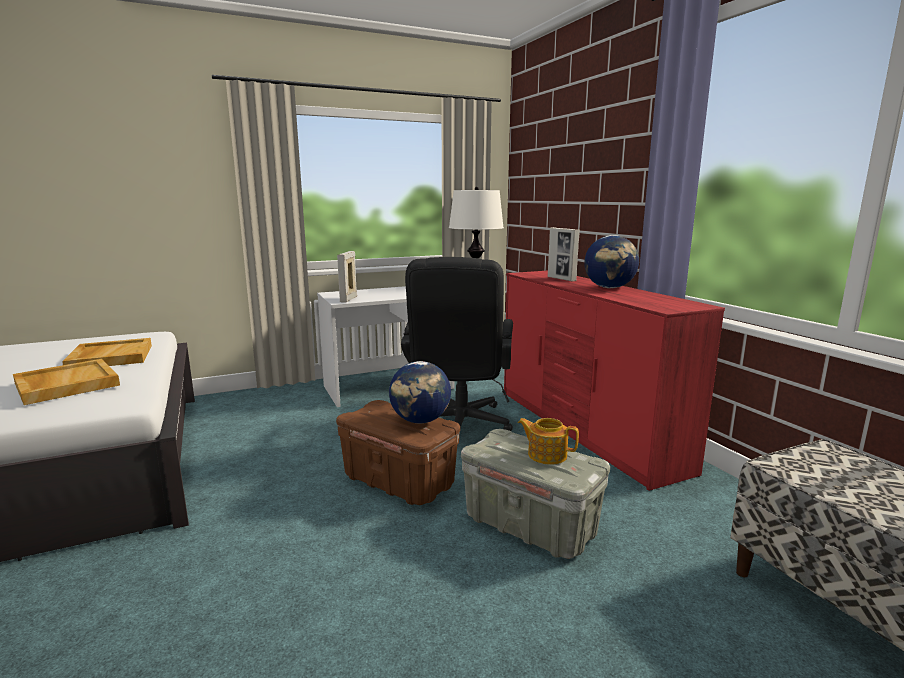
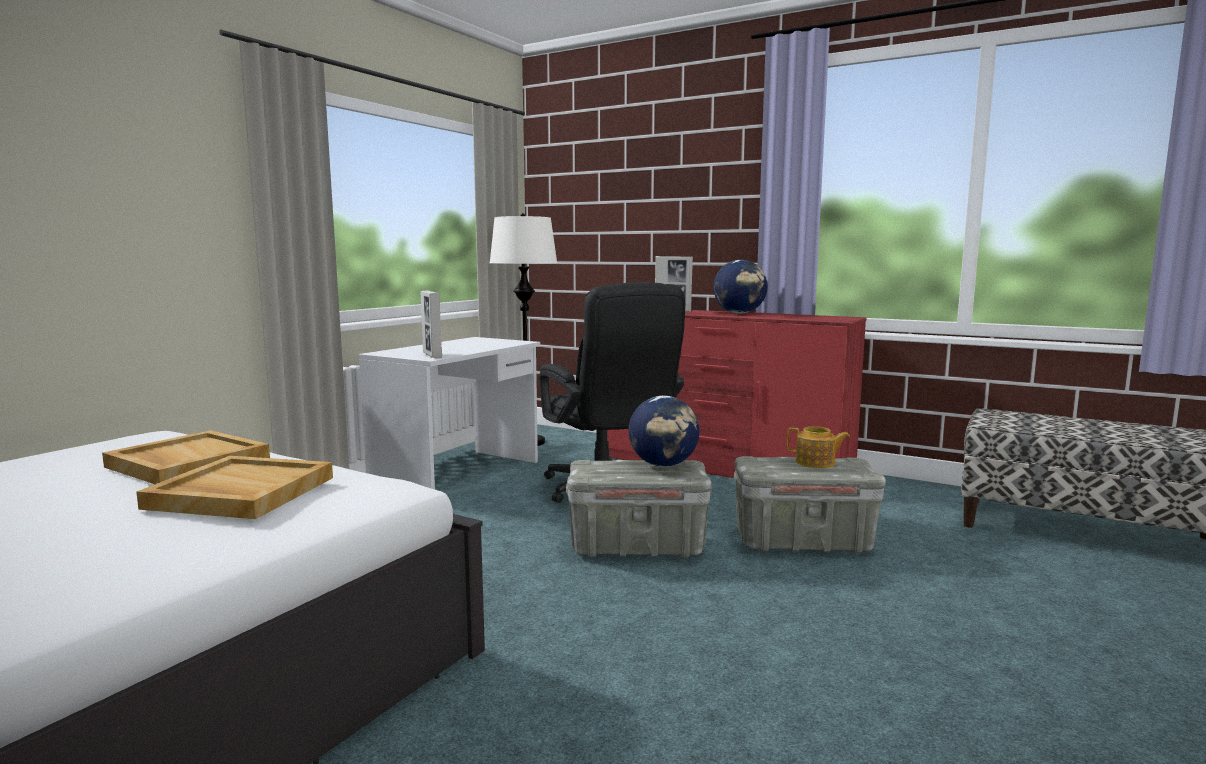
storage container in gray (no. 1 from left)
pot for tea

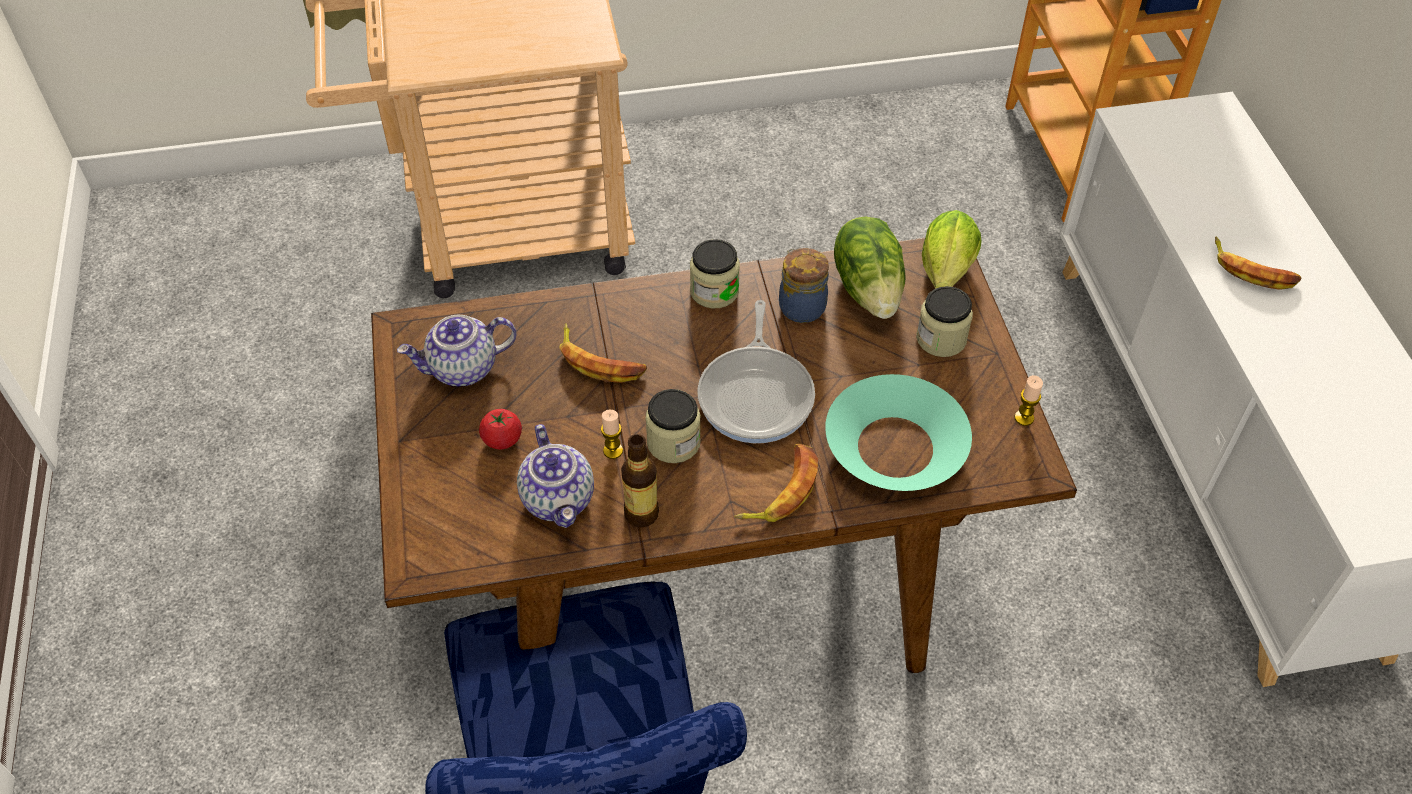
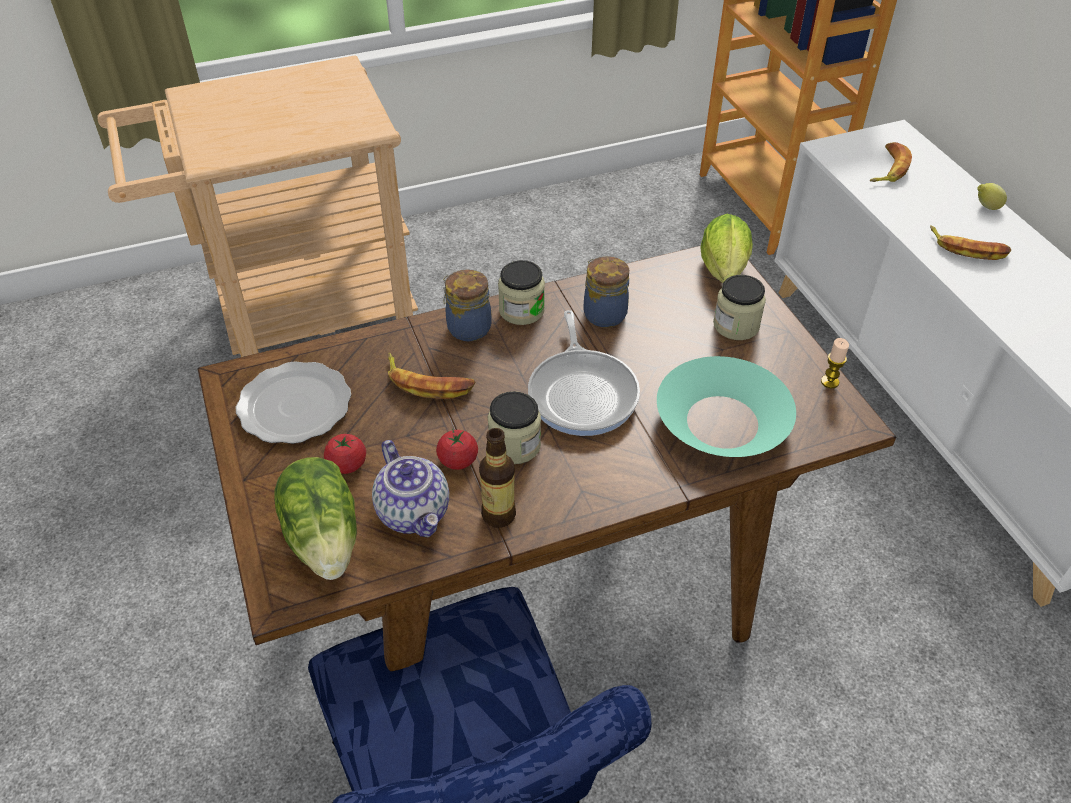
lettuce (no. 1 from left)
plate
tomato (no. 2 from left)
banana fruit (no. 2 from left)
lemon
storage jar (no. 1 from left)

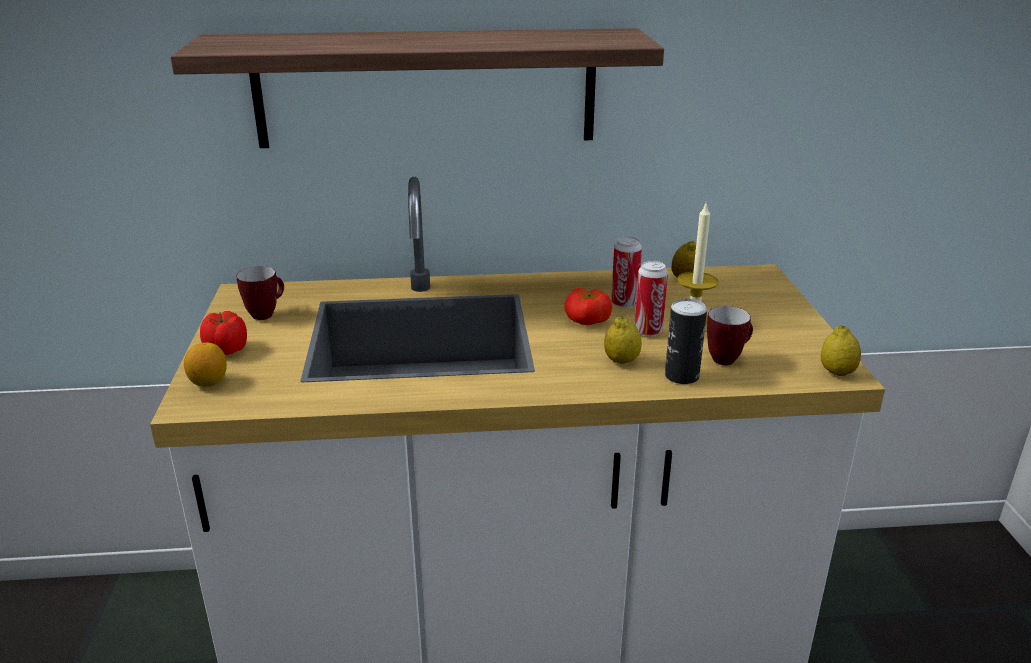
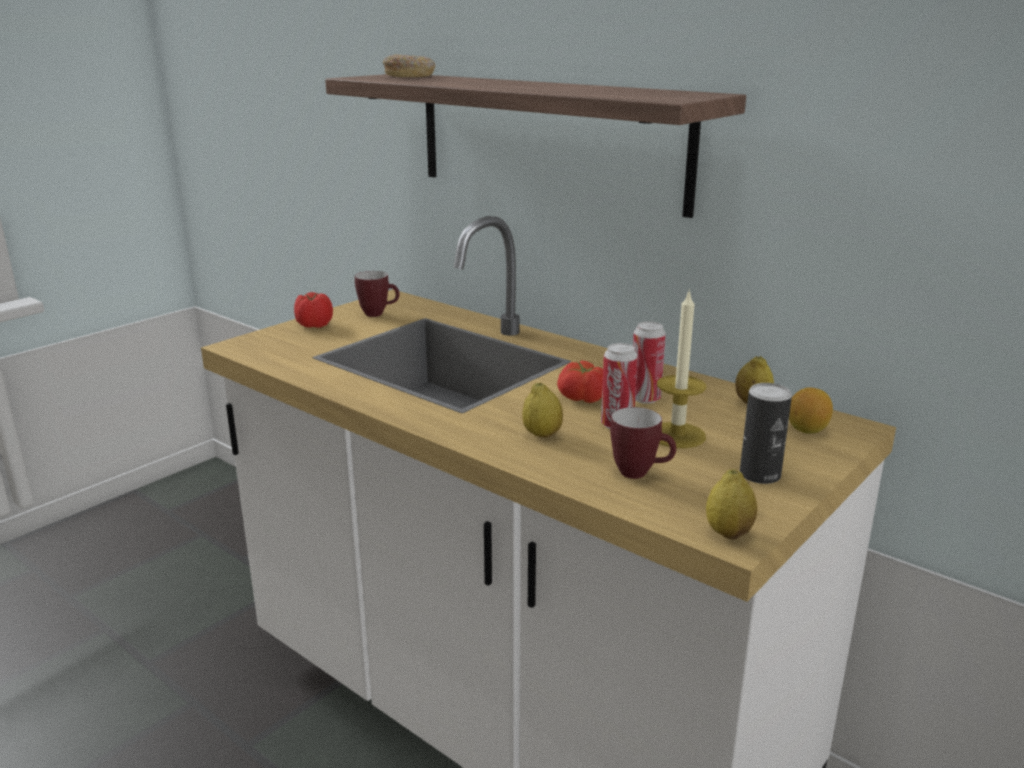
metal can (no. 3 from left)
lemon (no. 4 from left)
doughnut

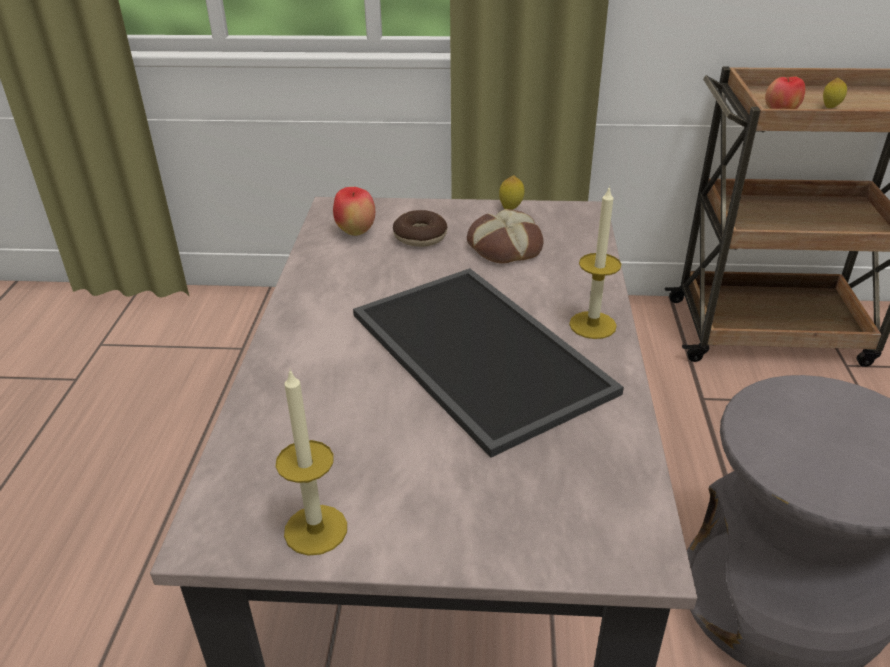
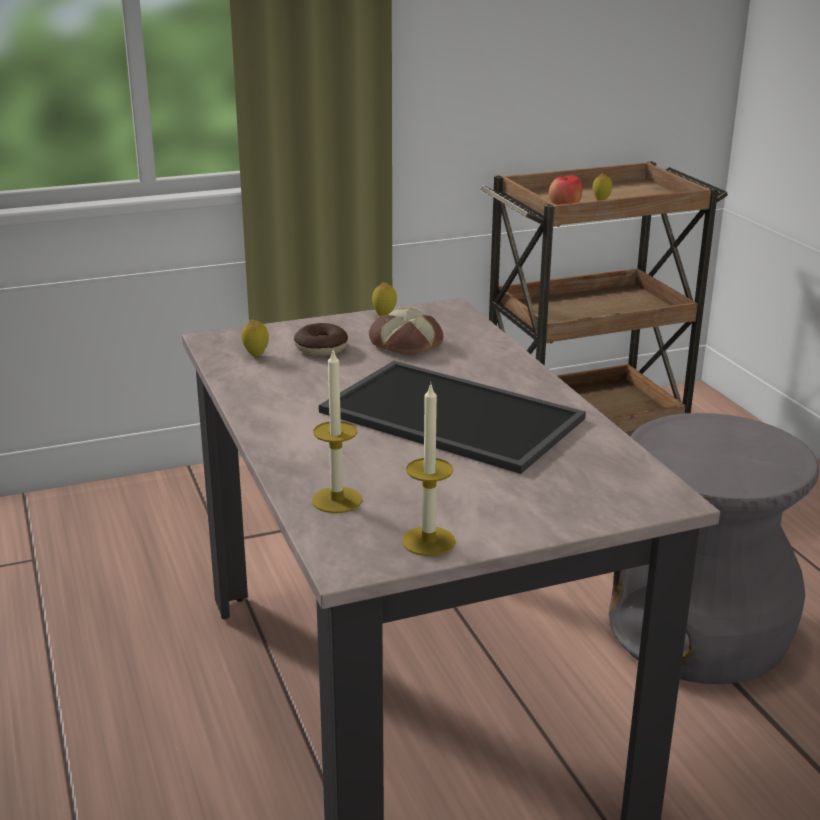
candle (no. 1 from left)
lemon (no. 1 from left)

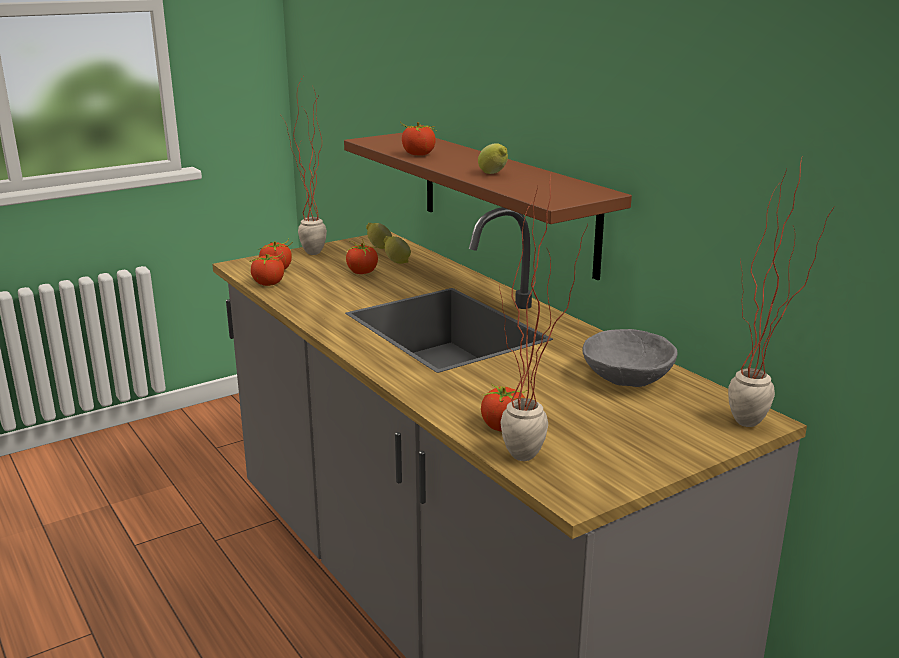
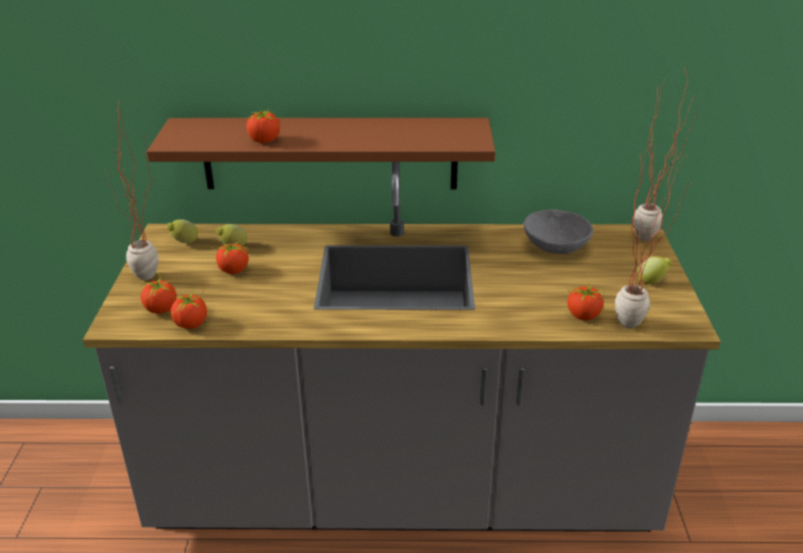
lemon (no. 3 from left)

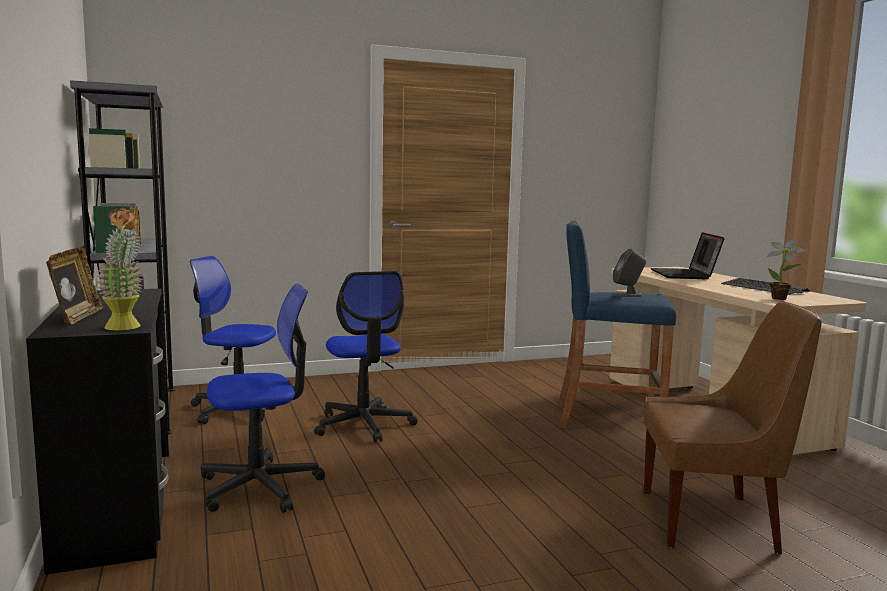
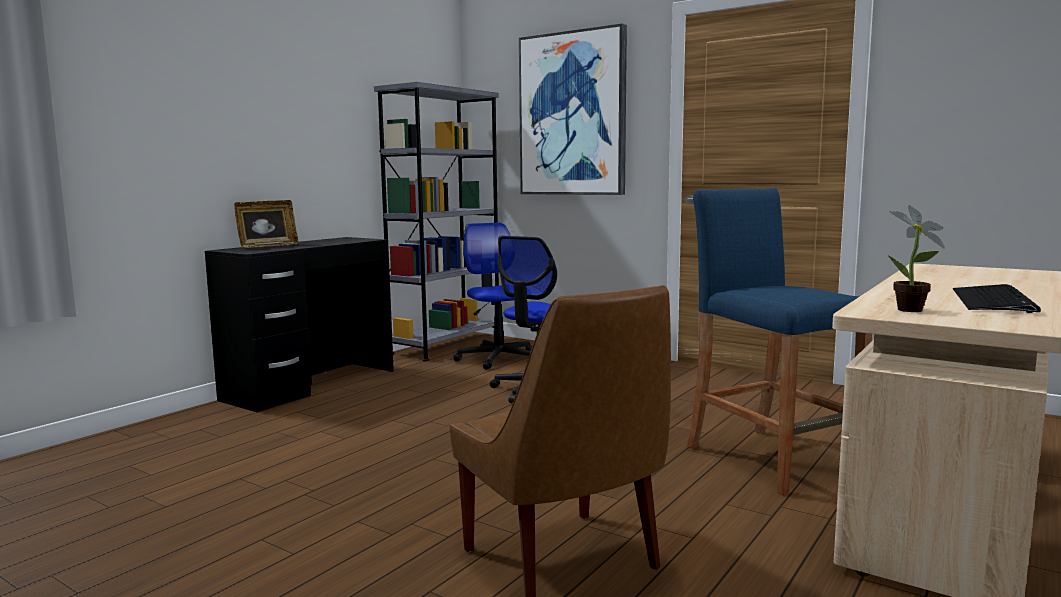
plant in a pot (no. 1 from left in the first image)
portable computer
speaker in gray
desk chair (no. 2 from left in the first image)
wall picture

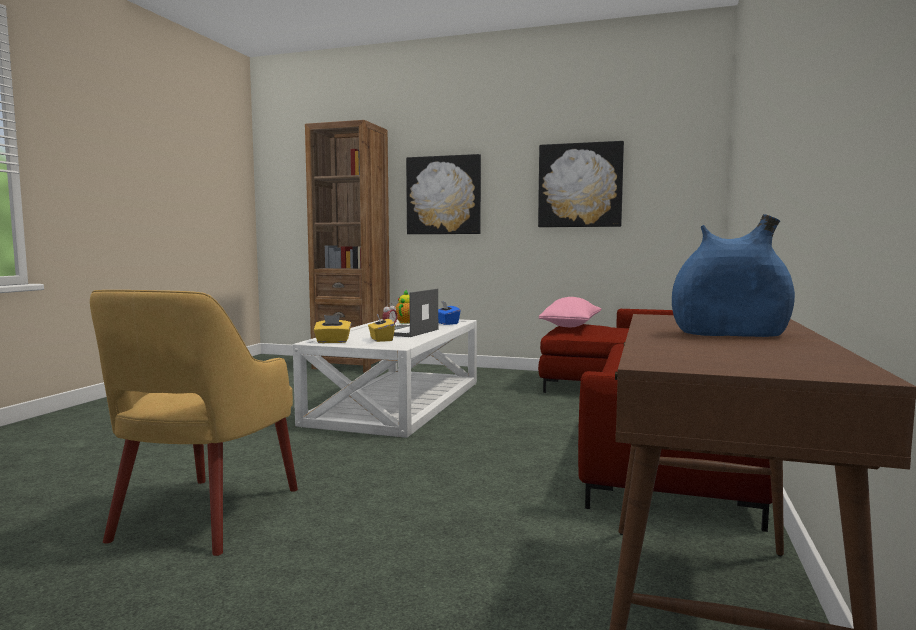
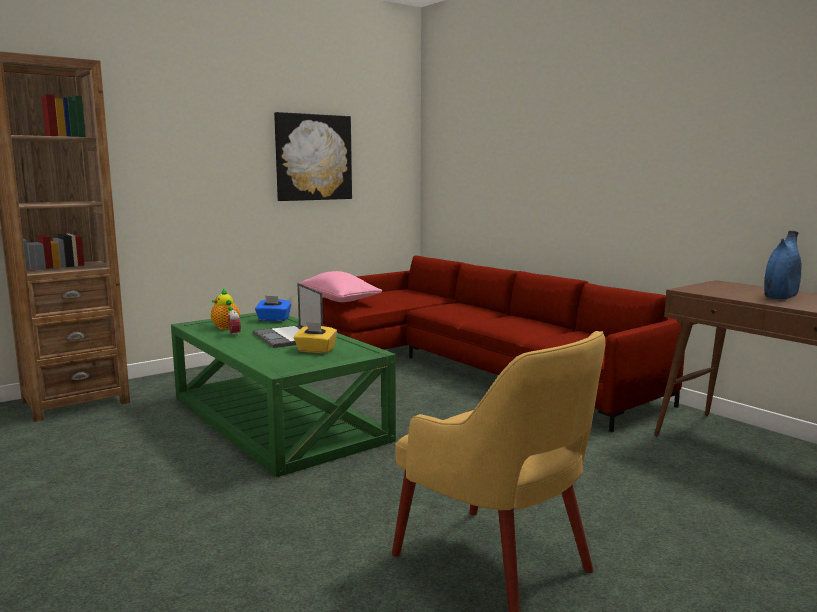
wall picture (no. 1 from left in the first image)
tissue box in yellowish (no. 1 from left in the first image)
coffee table in green-coloured

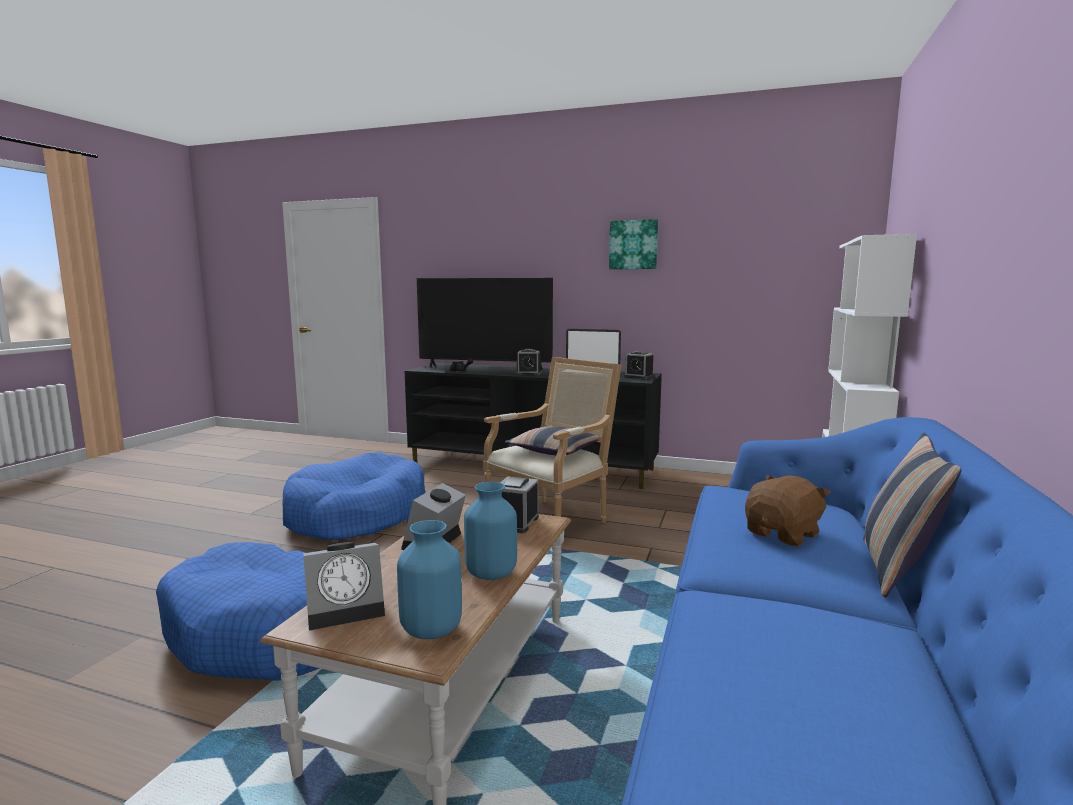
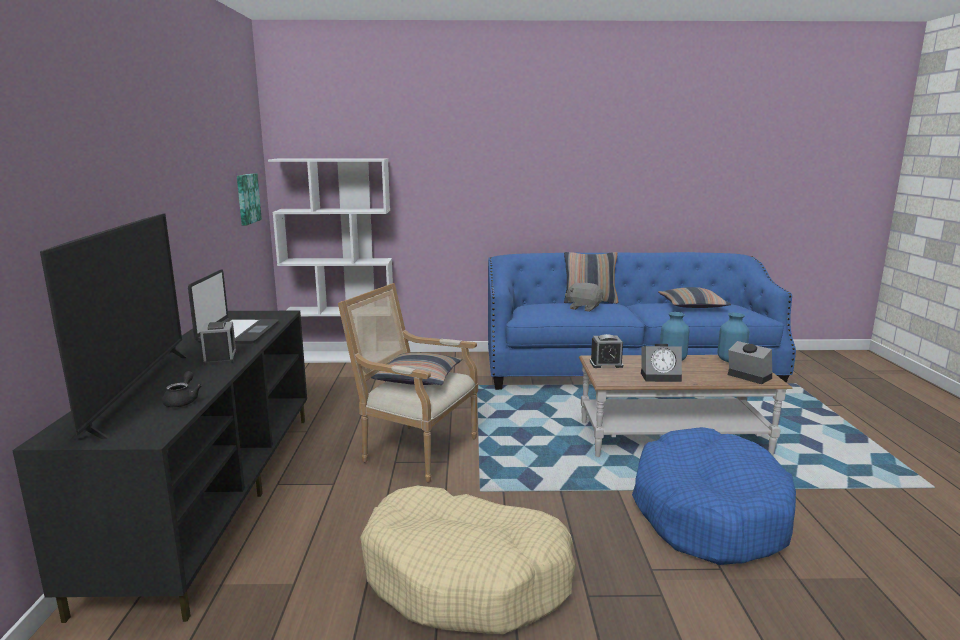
wall picture
bedside clock (no. 5 from left in the first image)
pet bed in beige-coloured
soft toy in gray
pillow (no. 3 from left)

